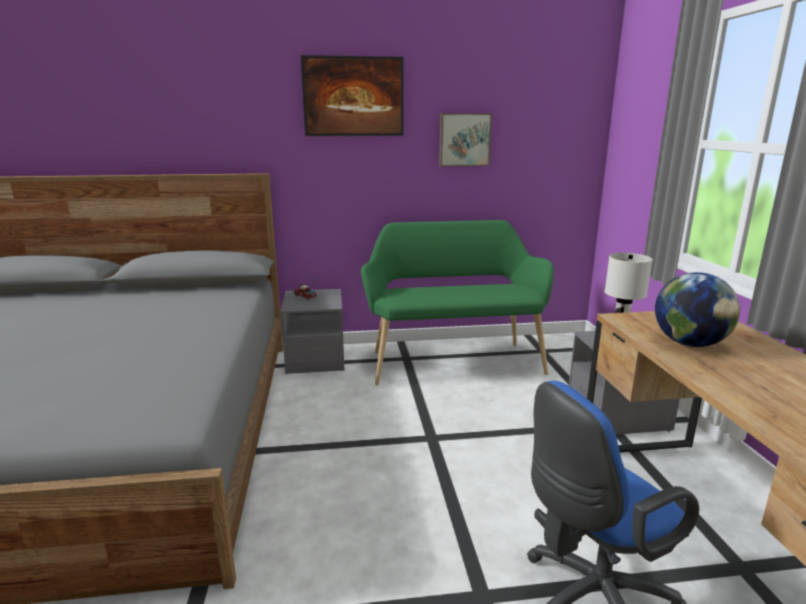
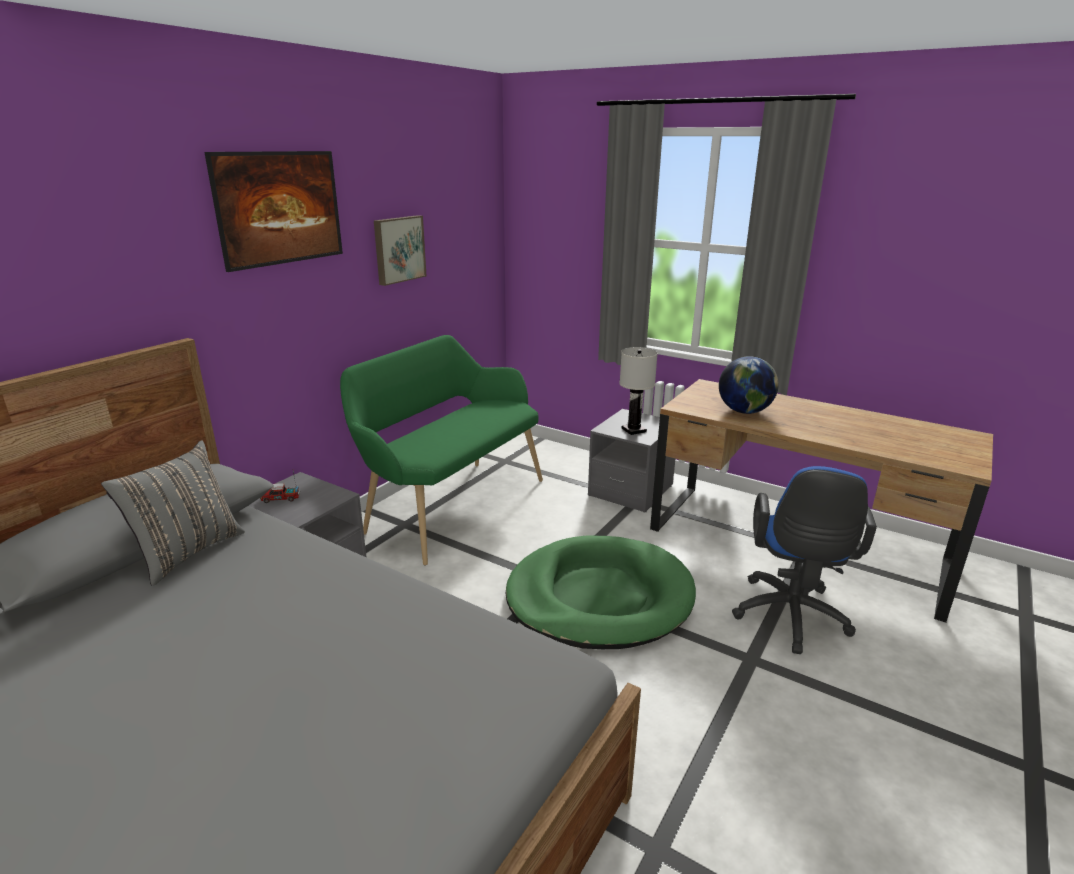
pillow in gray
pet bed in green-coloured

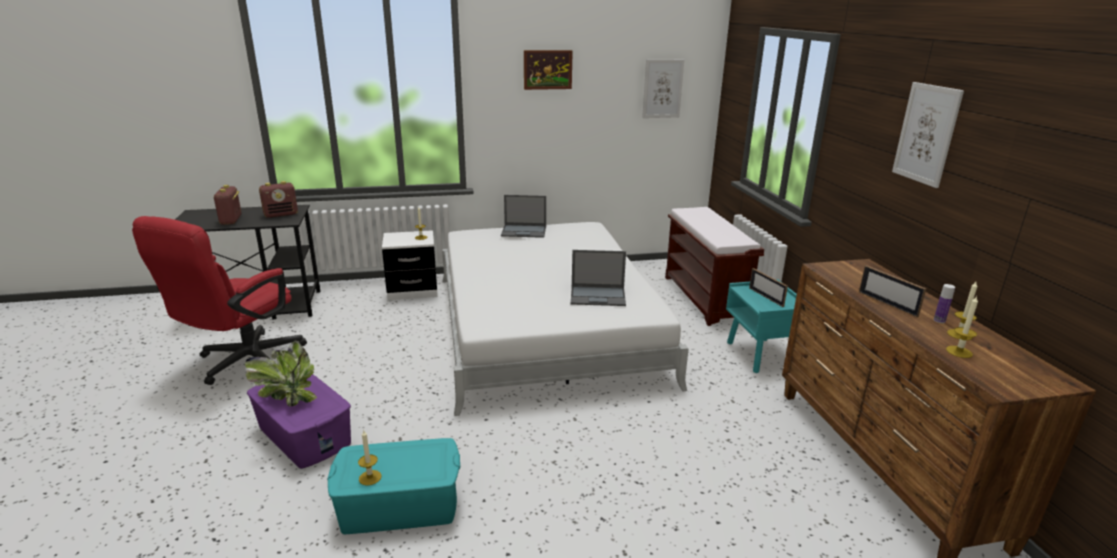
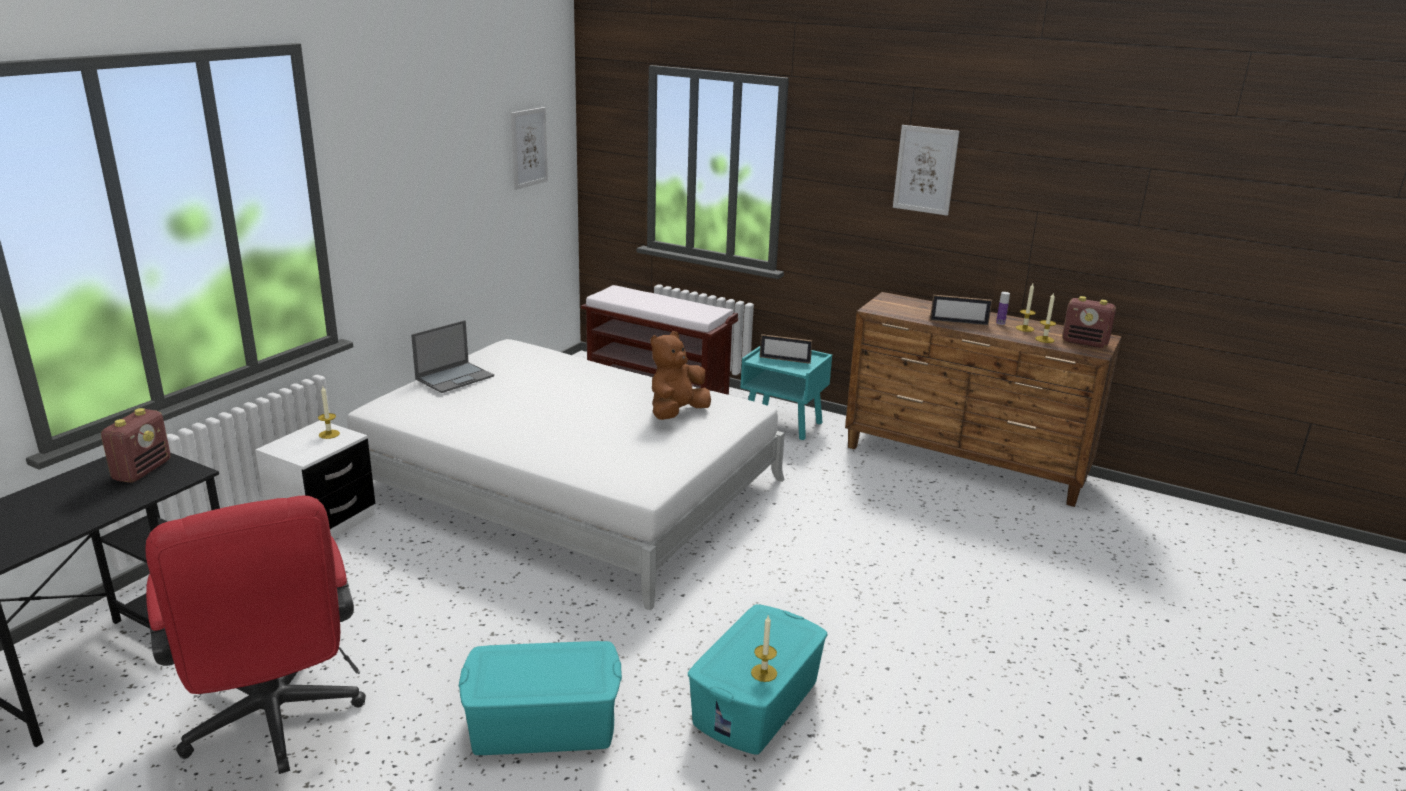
wall picture (no. 1 from left in the first image)
radio receiver (no. 2 from left)
soft toy in brown-coloured
plant in a pot
storage container in turquoise (no. 1 from left)

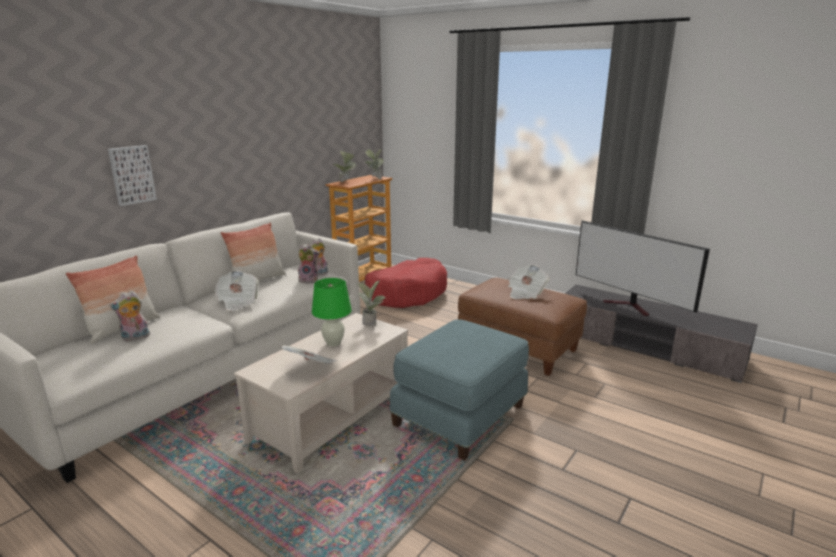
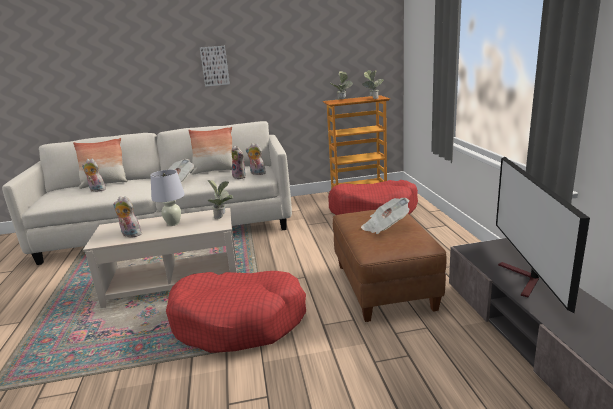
wall picture
table lamp in whitish
pet bed in red-coloured (no. 1 from left)
soft toy (no. 2 from left)

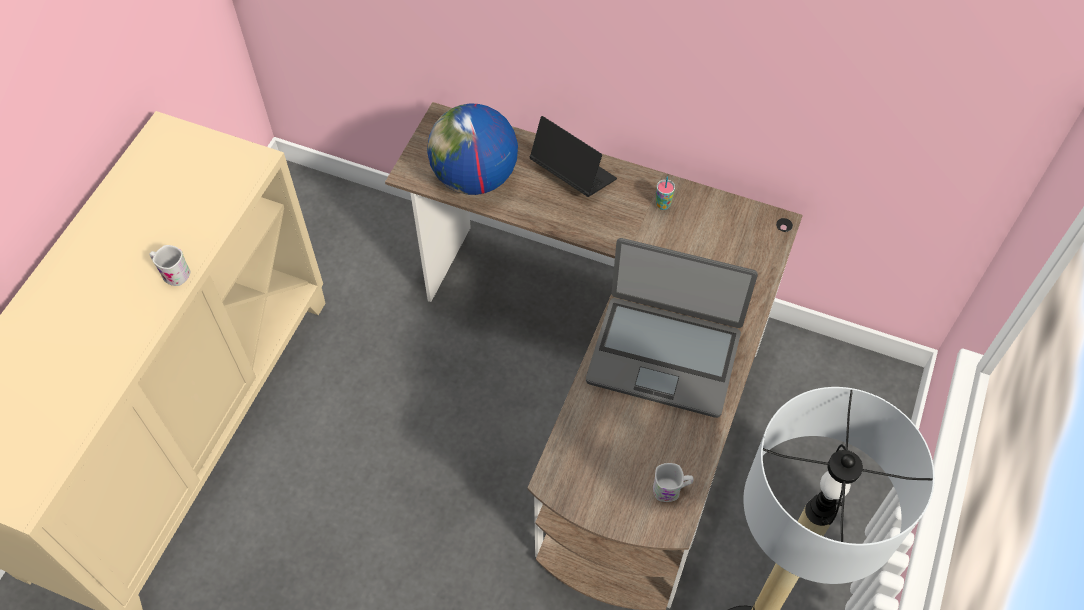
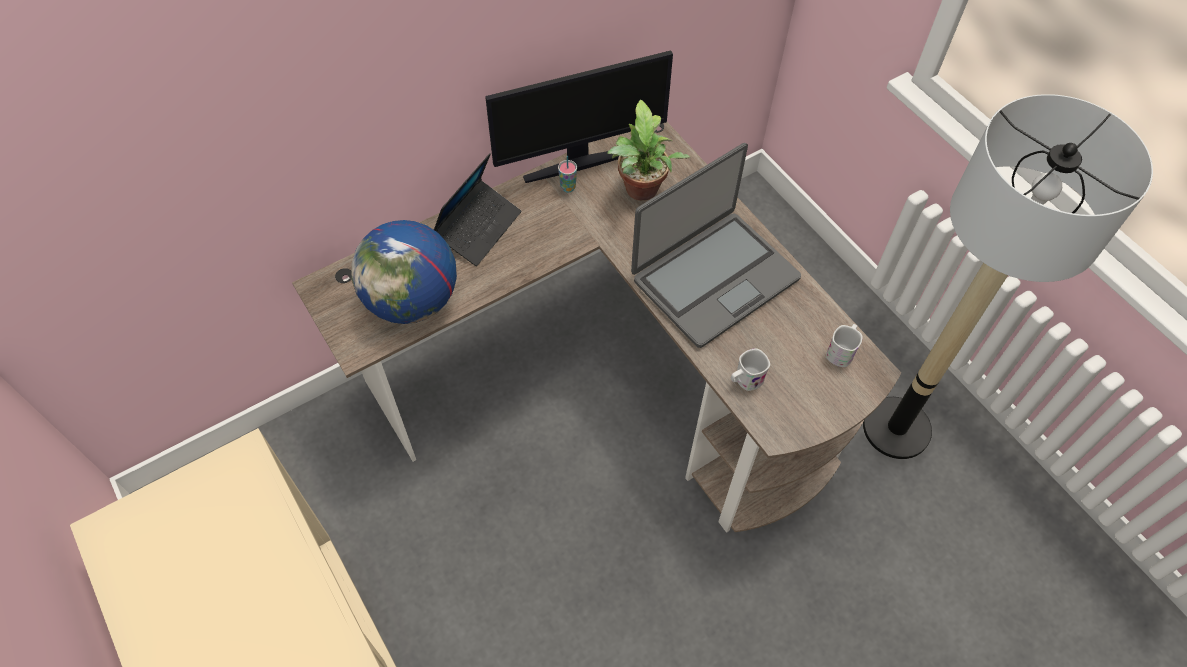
portable computer (no. 1 from left)
coffee mug in whitish (no. 1 from left)
monitor
plant in a pot

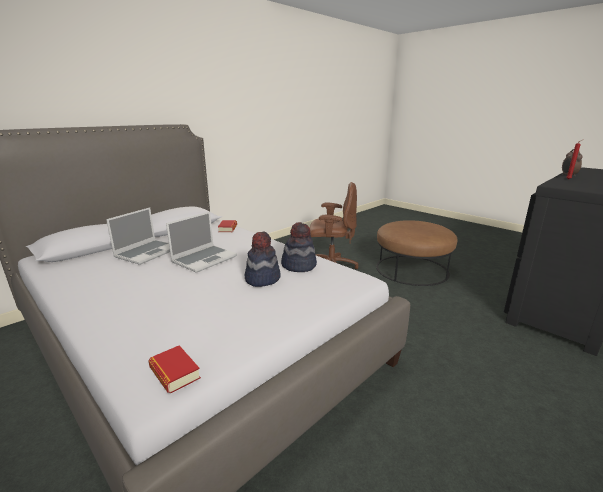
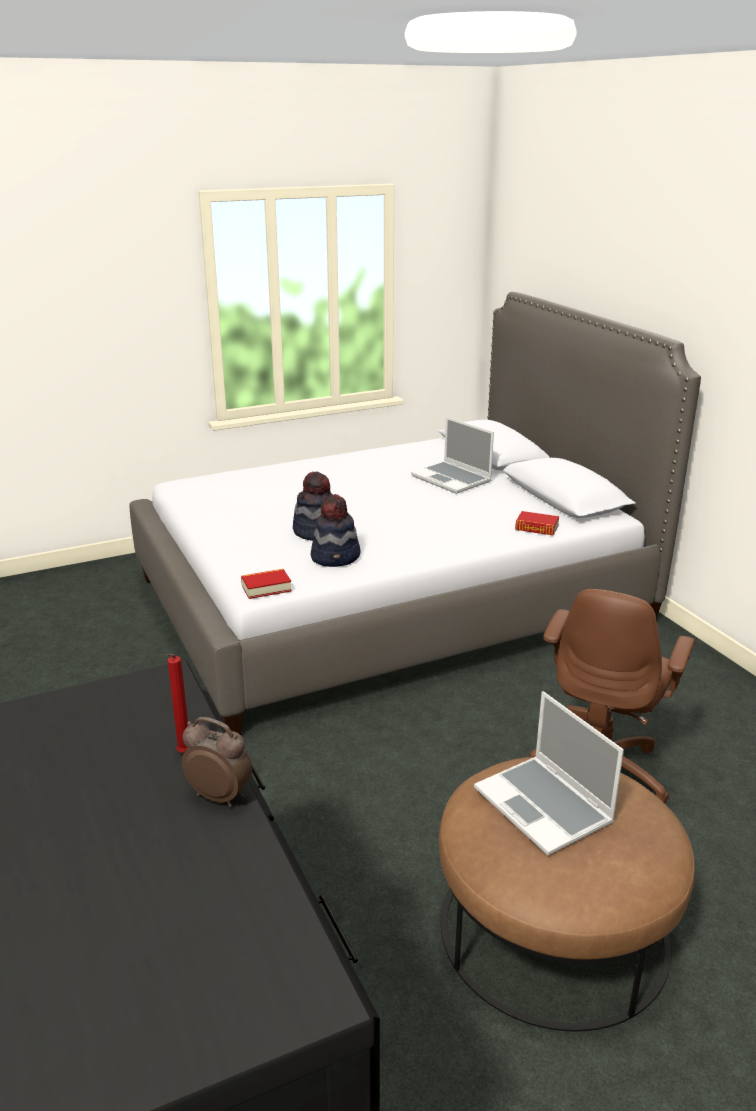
portable computer (no. 2 from left)
book (no. 1 from left)

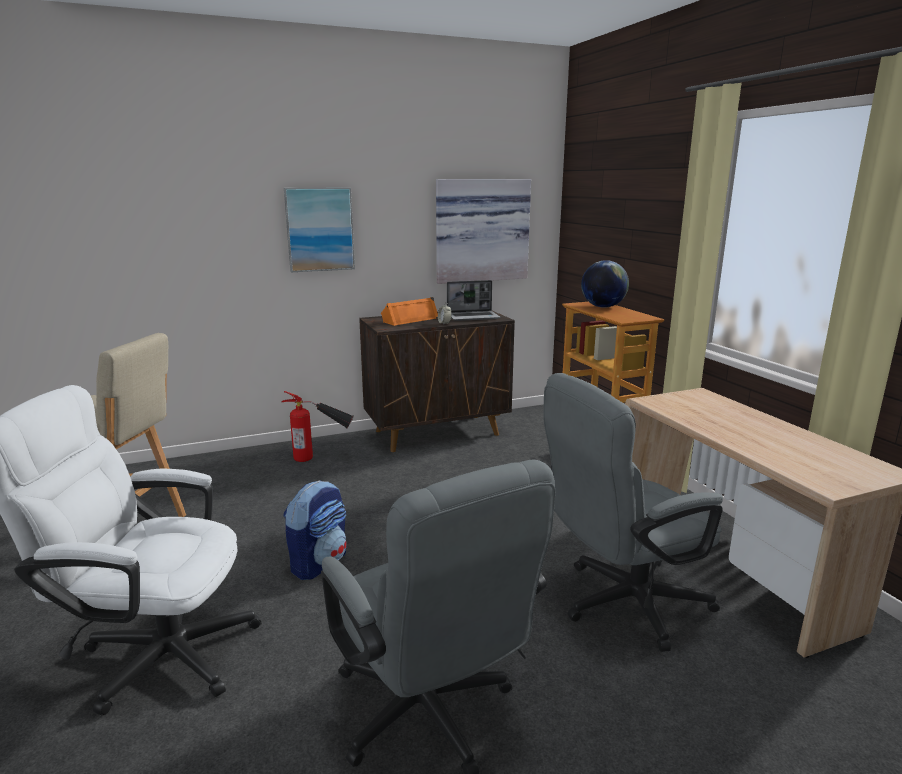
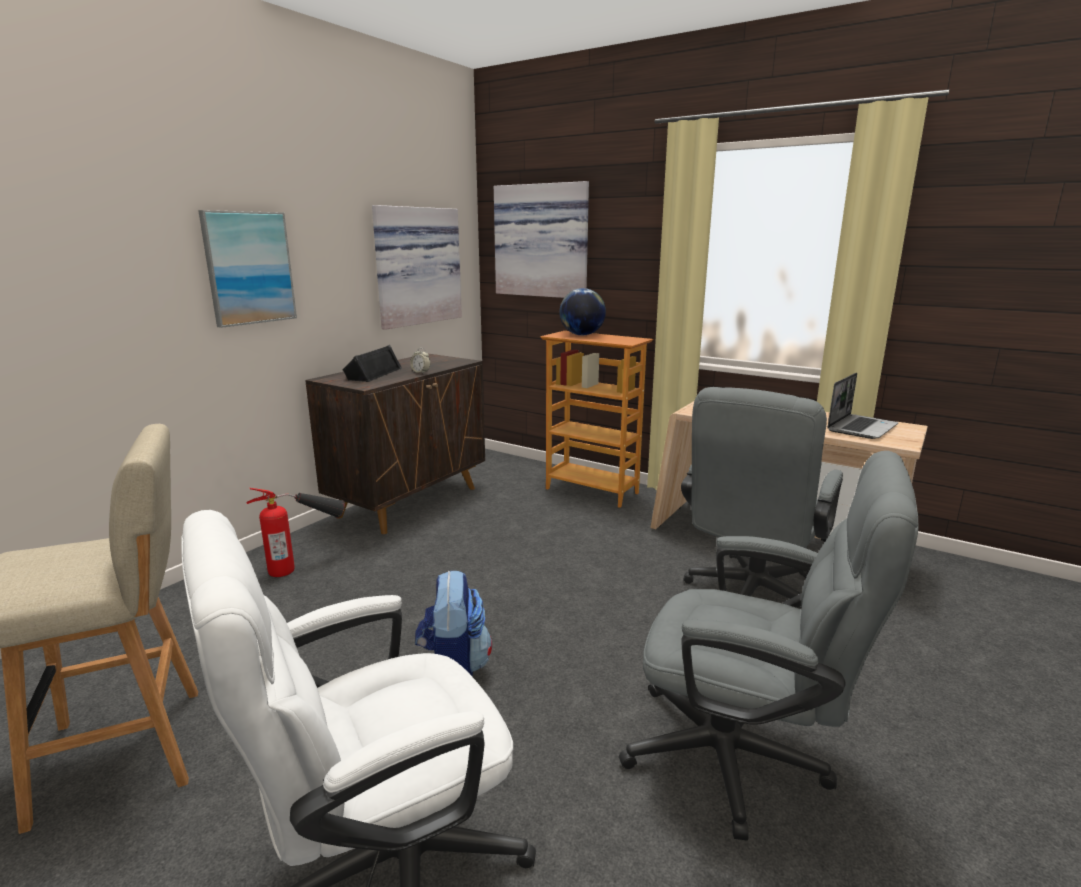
portable computer
speaker in black
wall picture (no. 3 from left)

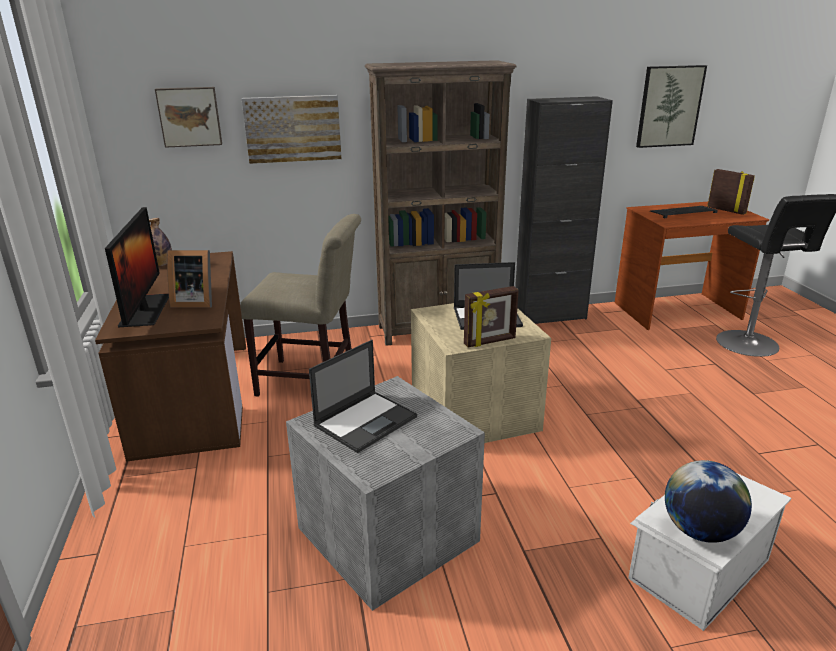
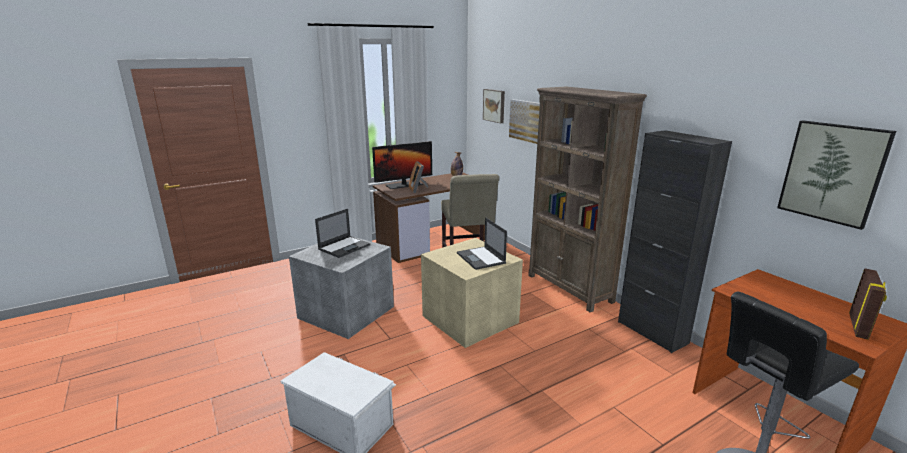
PC keyboard
picture frame (no. 2 from left in the first image)
portable computer (no. 1 from left)
globe

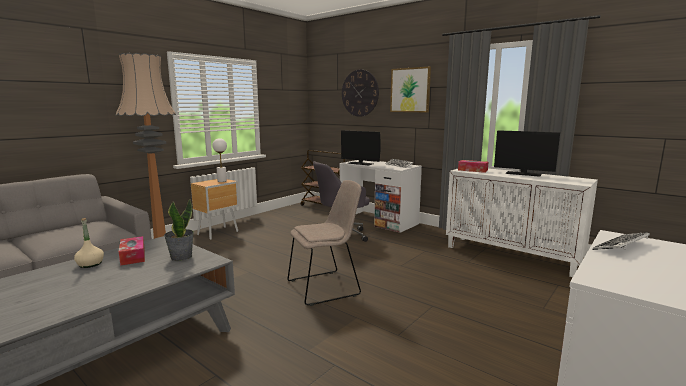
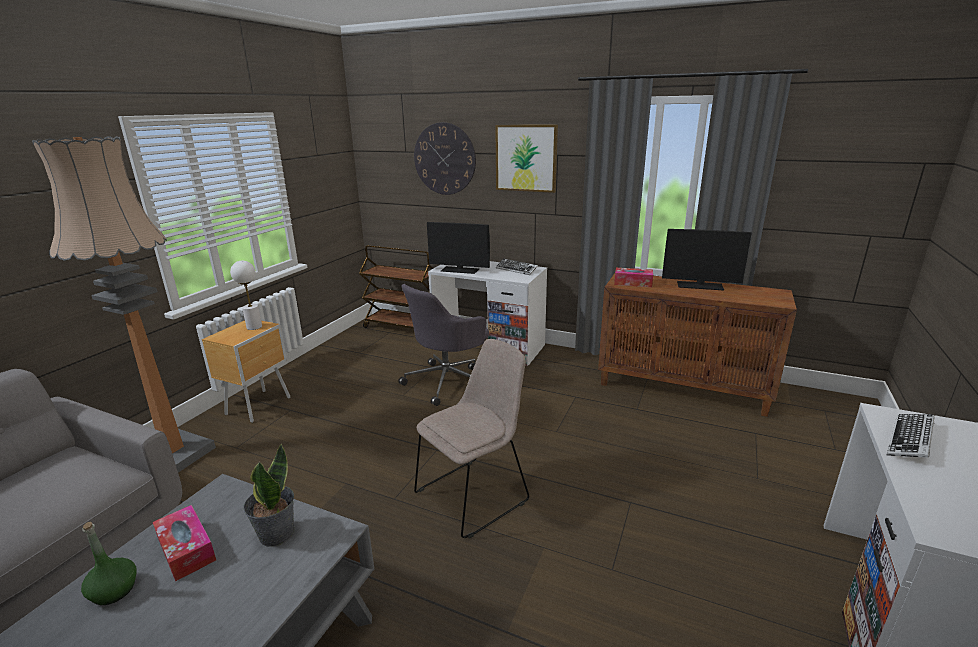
cabinet in brown-coloured
beverage bottle in green-coloured

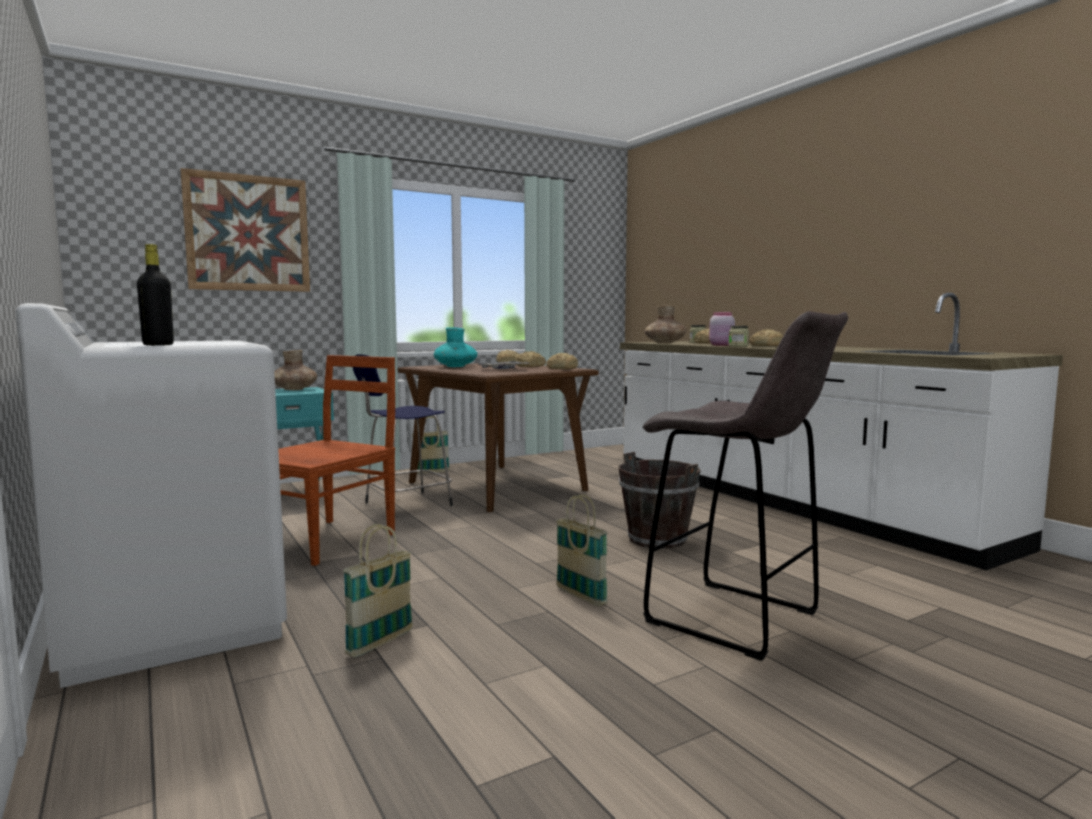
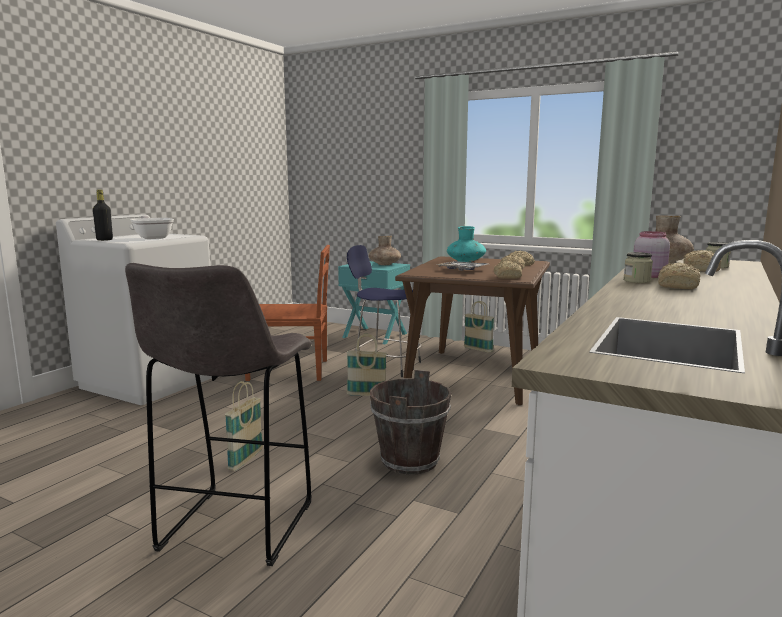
wall picture
basket (no. 2 from left)
skillet

